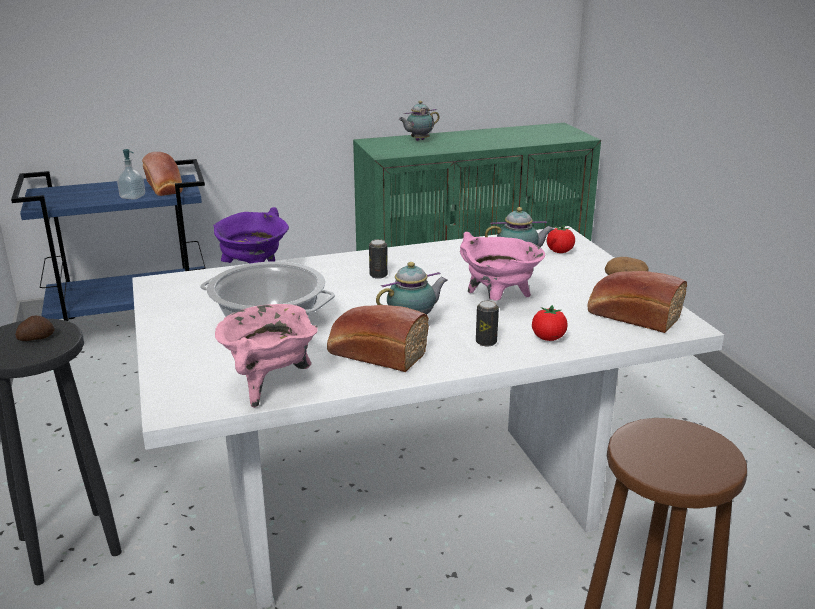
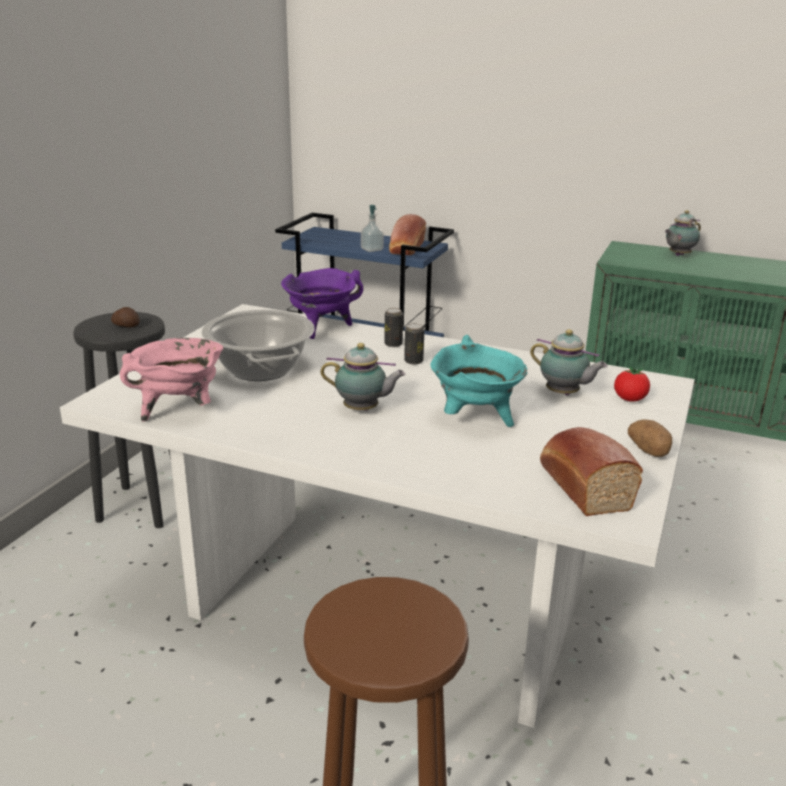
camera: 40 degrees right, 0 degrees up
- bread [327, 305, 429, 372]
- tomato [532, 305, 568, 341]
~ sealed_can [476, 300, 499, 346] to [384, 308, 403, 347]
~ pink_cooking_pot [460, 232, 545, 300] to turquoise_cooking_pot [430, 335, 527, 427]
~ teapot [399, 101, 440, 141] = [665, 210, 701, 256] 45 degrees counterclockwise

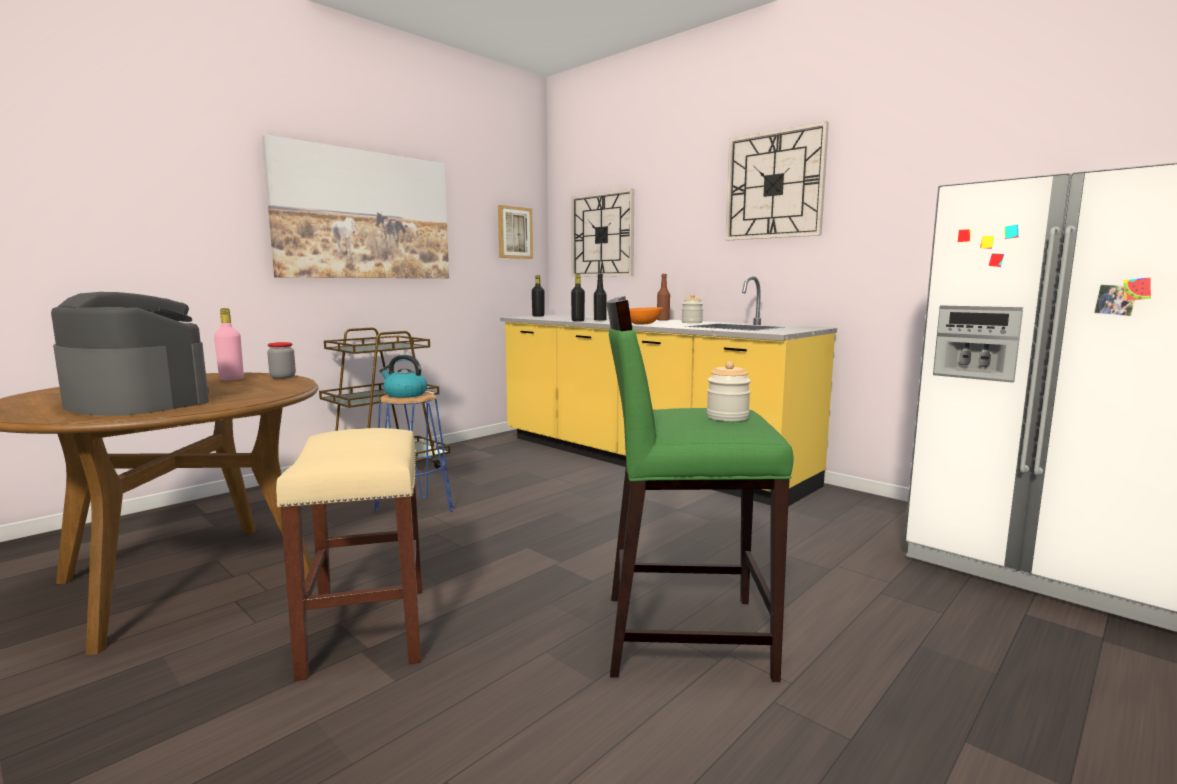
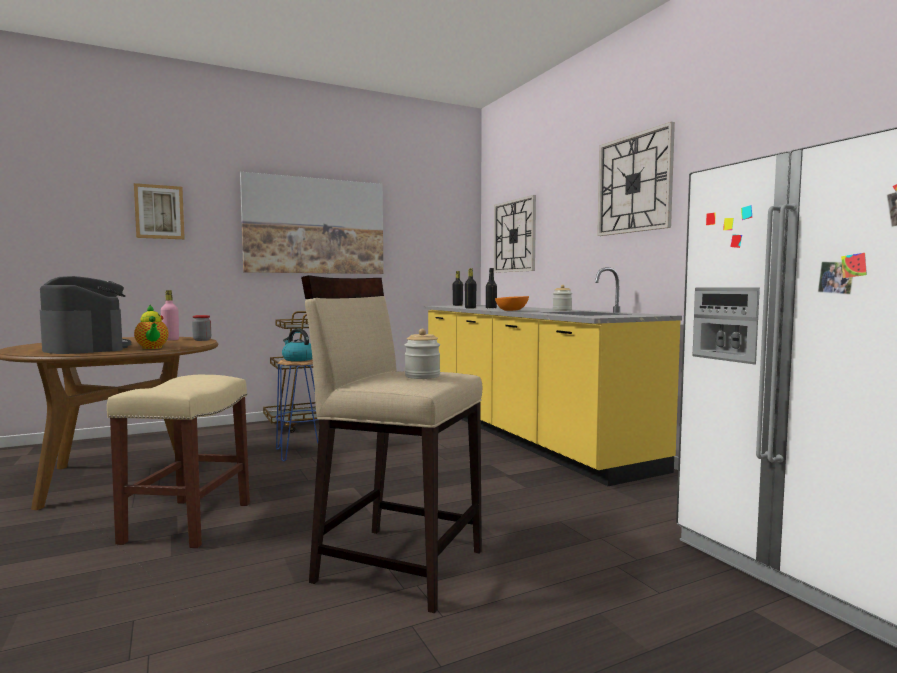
camera: 20 degrees right, 5 degrees down
- brown-coloured_drink_bottle [657, 274, 670, 320]
+ teapot [134, 305, 169, 349]
~ wall_art [498, 205, 533, 259] to [134, 183, 185, 239]
~ green_sitting_stool [606, 296, 794, 682] to sand-coloured_sitting_stool [301, 275, 482, 613]

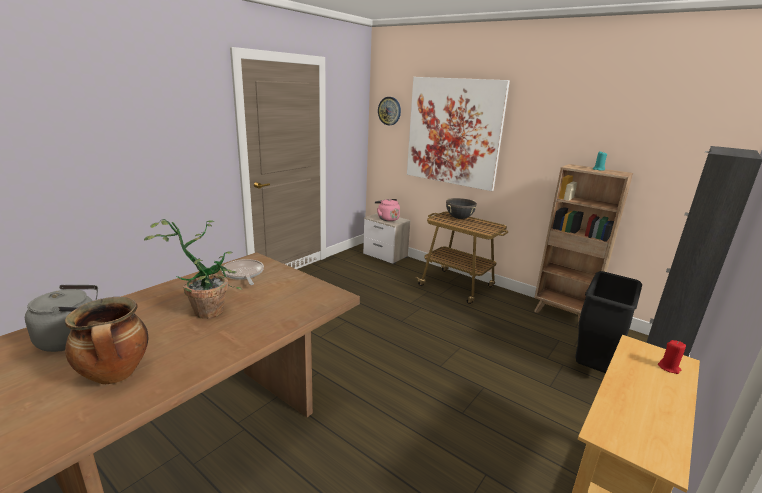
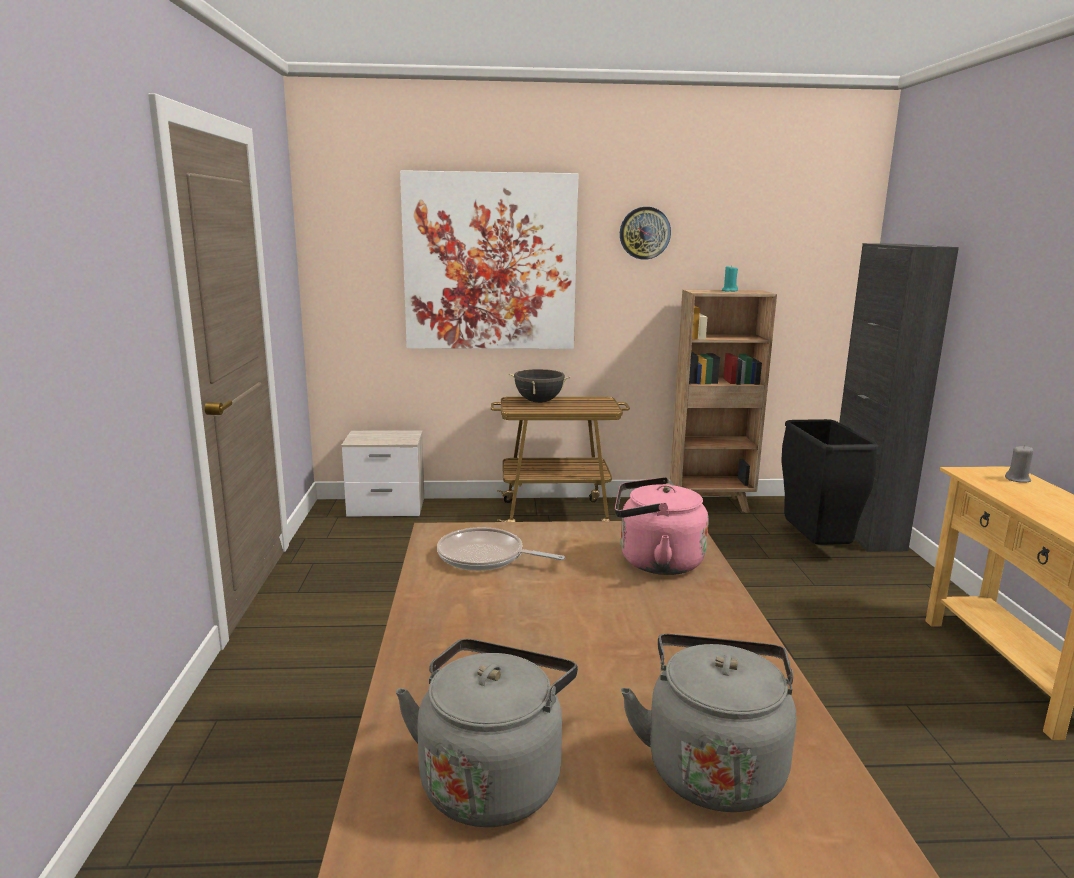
camera: 40 degrees left, 5 degrees down
- potted_plant [144, 219, 242, 319]
~ pink_water_kettle [375, 199, 400, 221] to [615, 477, 709, 575]
~ clock_on_the_wall [378, 97, 401, 125] to [620, 207, 671, 260]
~ cooking_pot [65, 297, 148, 384] to gray_water_kettle [621, 634, 796, 812]
~ reddish_wax_light [658, 340, 686, 374] to gray_wax_light [1005, 445, 1034, 483]

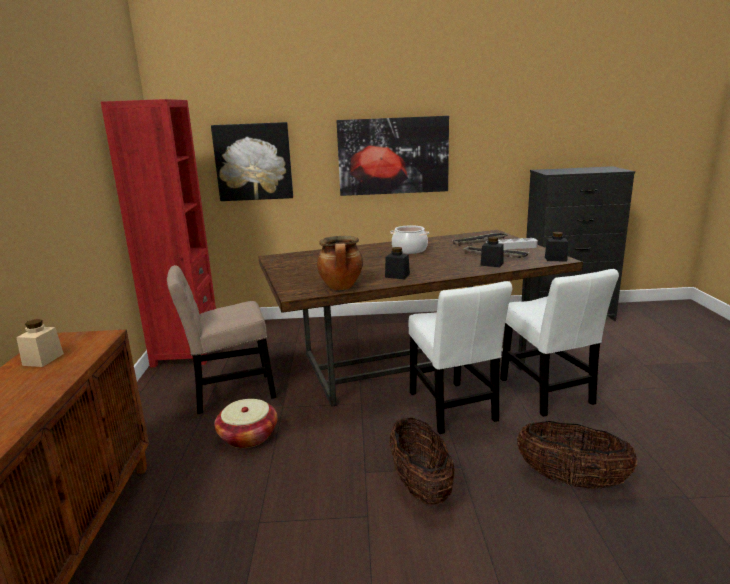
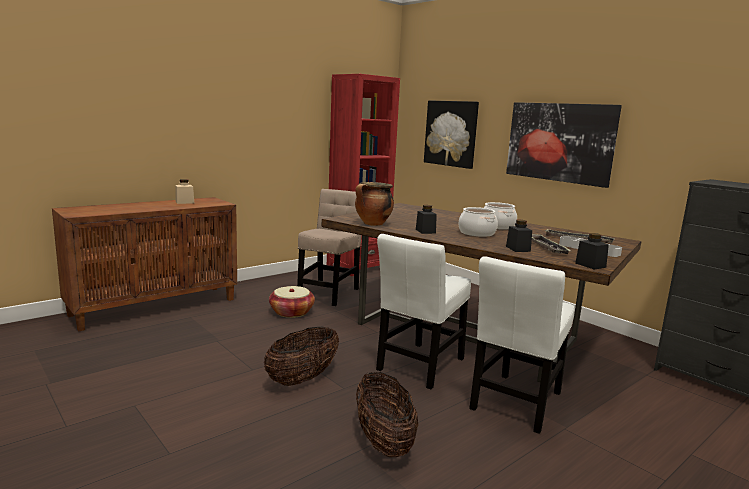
camera: 50 degrees right, 5 degrees down
+ cooking_pot [459, 207, 498, 237]
~ sand-coloured_plain_chair [167, 265, 276, 414] = [297, 189, 361, 306] 75 degrees clockwise

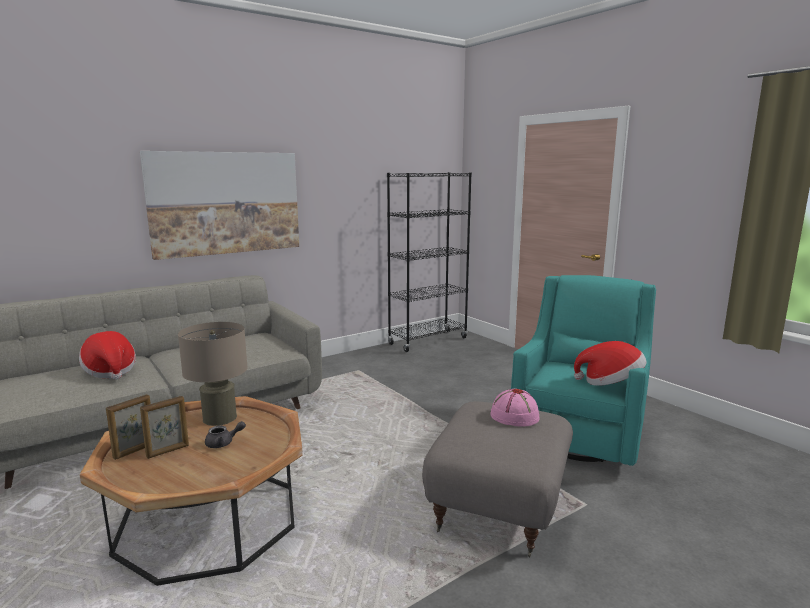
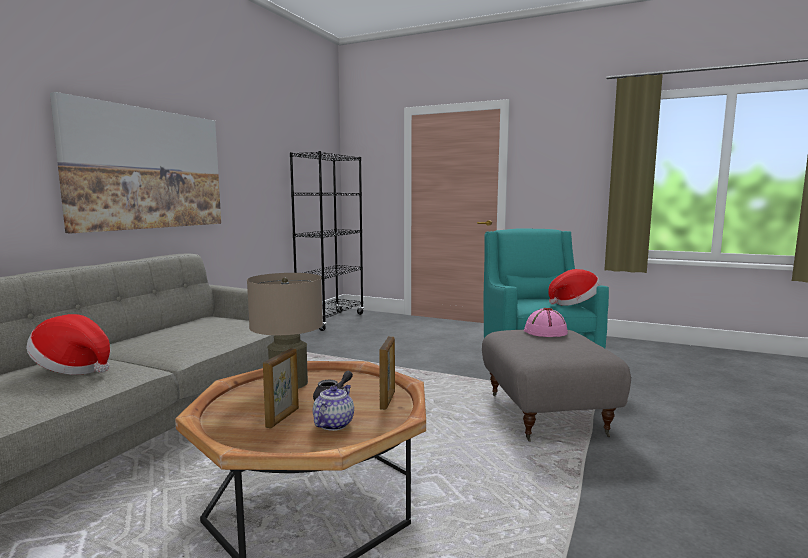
camera: 30 degrees left, 5 degrees down
+ teapot [313, 385, 354, 431]
~ picture_frame [106, 394, 151, 460] to [379, 336, 395, 410]

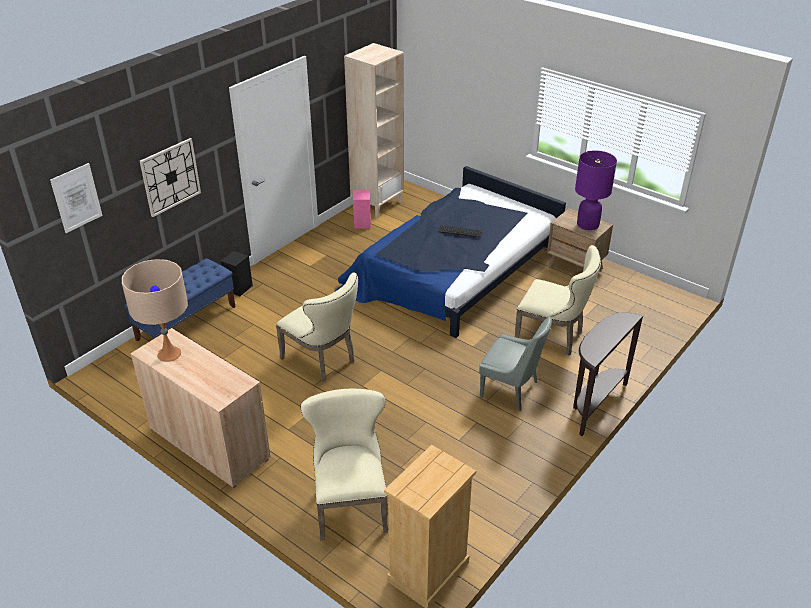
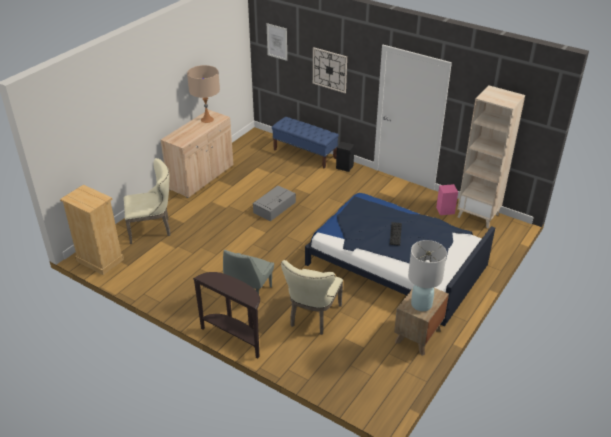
camera: 85 degrees right, 0 degrees up
~ sand-coloured_plain_chair [276, 273, 358, 382] to gray_storage_bin [252, 186, 296, 221]
~ purple-coloured_table_lamp [575, 150, 617, 230] to white_table_lamp [408, 240, 447, 311]

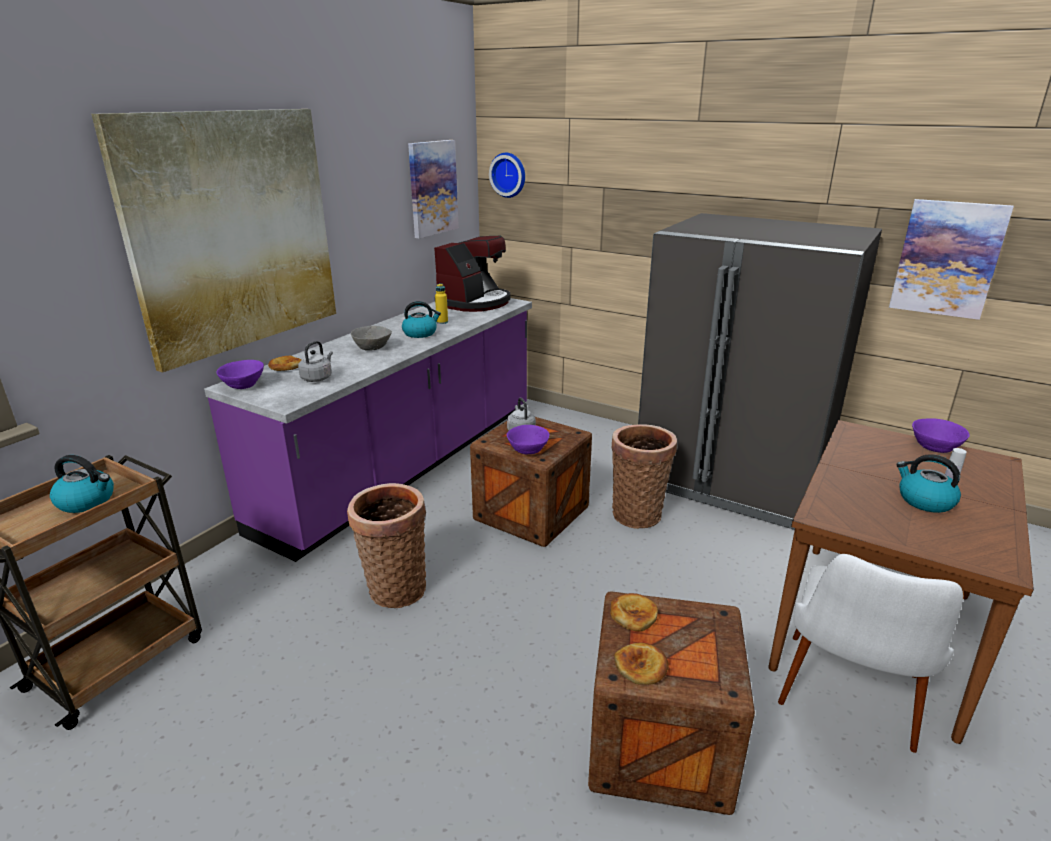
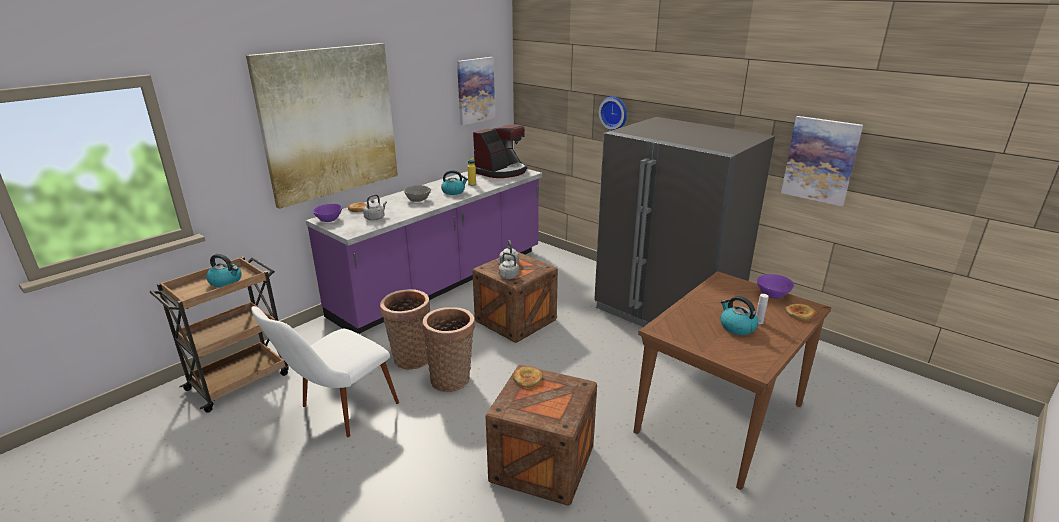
camera: 10 degrees right, 0 degrees up
~ clock_on_the_wall [489, 153, 525, 198] to [599, 96, 627, 130]
~ household_basket [612, 424, 677, 529] to [422, 307, 475, 392]
~ bread [614, 643, 669, 685] to [785, 304, 817, 321]
~ white_plain_chair [778, 554, 963, 753] to [251, 306, 399, 437]
~ purple-coloured_serving_bowl [507, 425, 549, 454] to gray_water_kettle [496, 252, 519, 279]

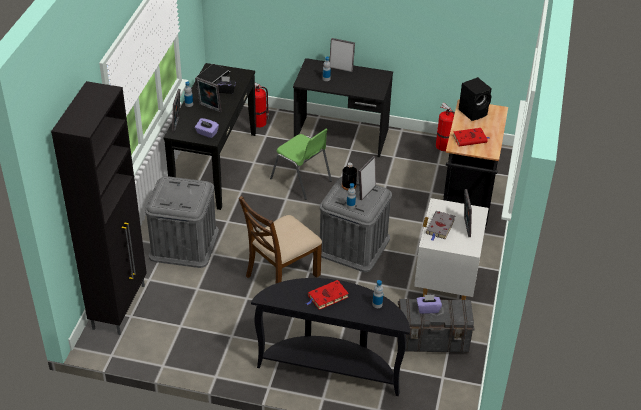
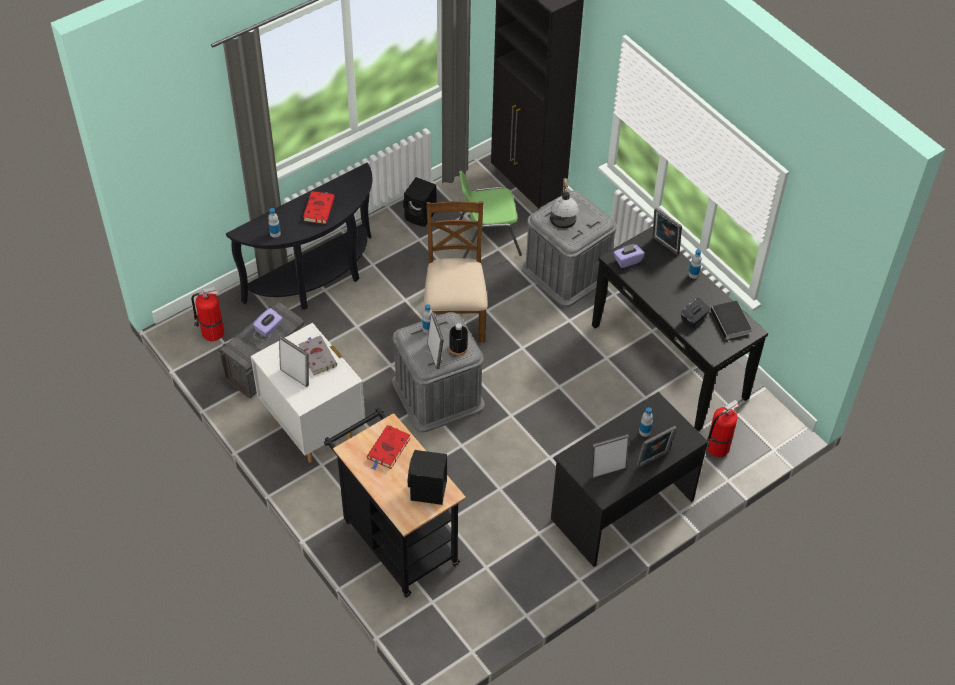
camera: 130 degrees right, 10 degrees up
+ blackish_loudspeaker [403, 177, 436, 227]
+ table_lamp [550, 178, 579, 229]
~ picture_frame [195, 77, 221, 112] to [591, 434, 629, 478]
~ green_plain_chair [270, 129, 332, 200] to [457, 171, 522, 258]
~ fire-fighting_cylinder [436, 103, 455, 151] to [191, 287, 224, 341]

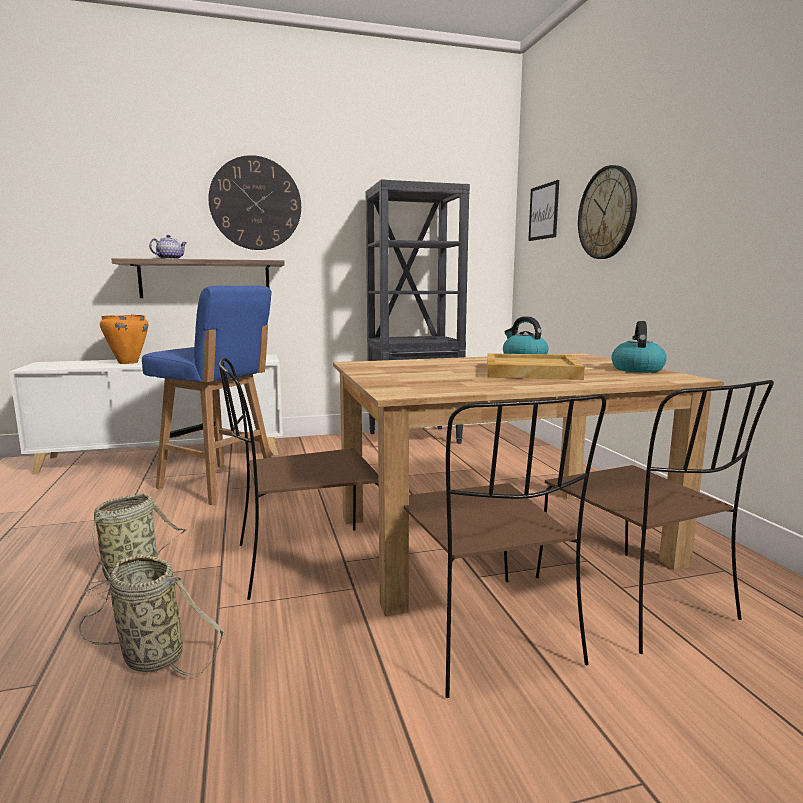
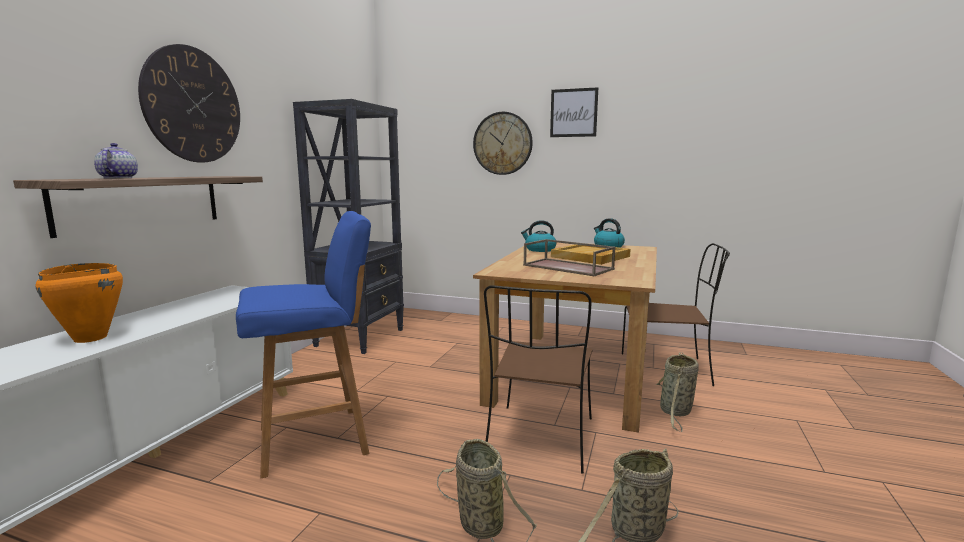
camera: 55 degrees left, 0 degrees up
+ brown-coloured_serving_tray [523, 239, 616, 276]
~ wall_art [528, 180, 559, 241] to [550, 87, 598, 137]
~ brown-coloured_plain_chair [404, 394, 606, 698] to household_basket [655, 352, 699, 432]

